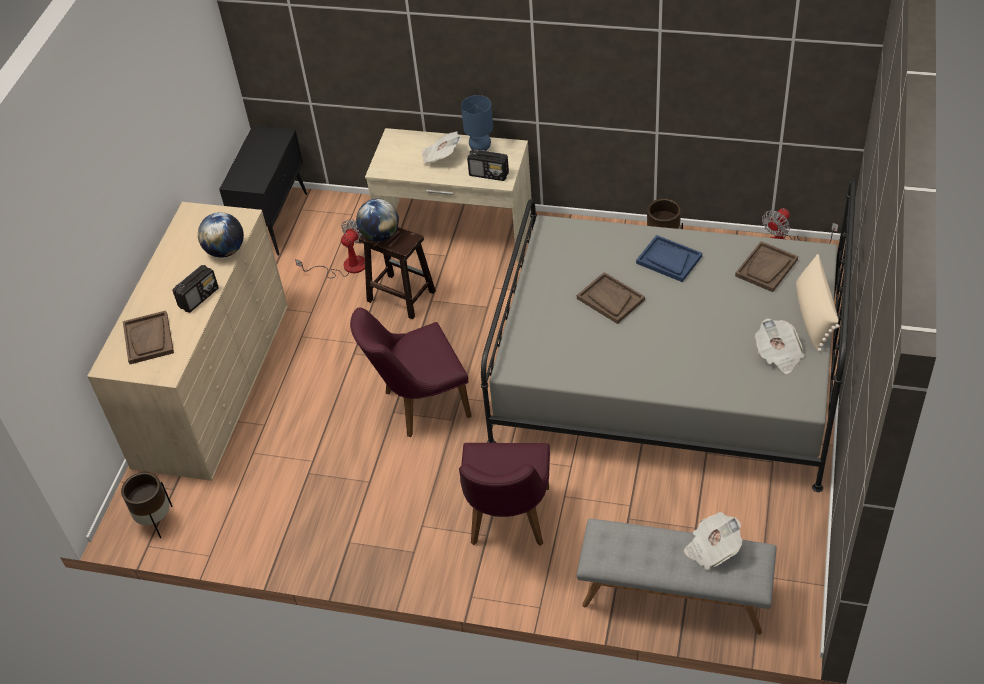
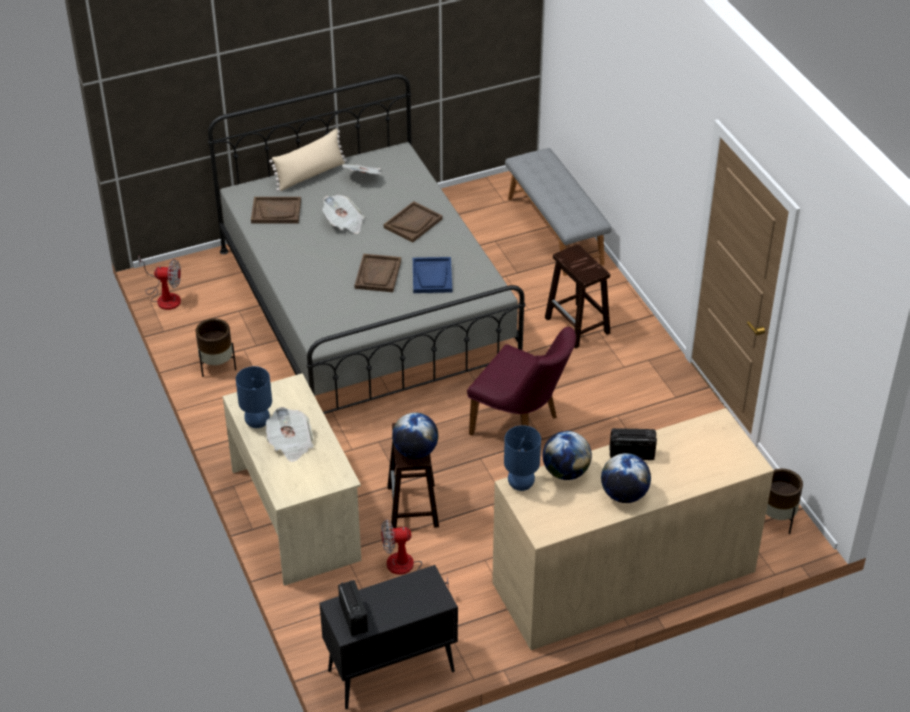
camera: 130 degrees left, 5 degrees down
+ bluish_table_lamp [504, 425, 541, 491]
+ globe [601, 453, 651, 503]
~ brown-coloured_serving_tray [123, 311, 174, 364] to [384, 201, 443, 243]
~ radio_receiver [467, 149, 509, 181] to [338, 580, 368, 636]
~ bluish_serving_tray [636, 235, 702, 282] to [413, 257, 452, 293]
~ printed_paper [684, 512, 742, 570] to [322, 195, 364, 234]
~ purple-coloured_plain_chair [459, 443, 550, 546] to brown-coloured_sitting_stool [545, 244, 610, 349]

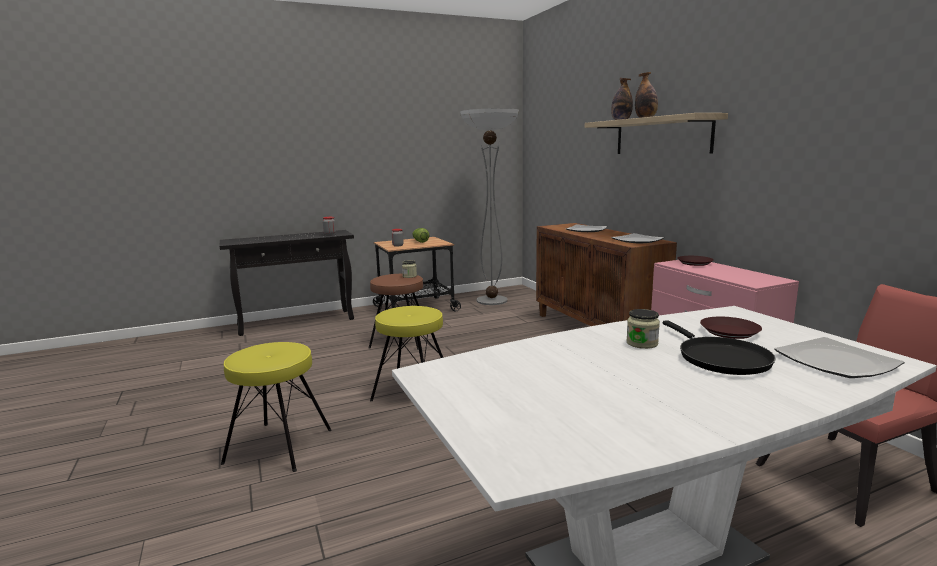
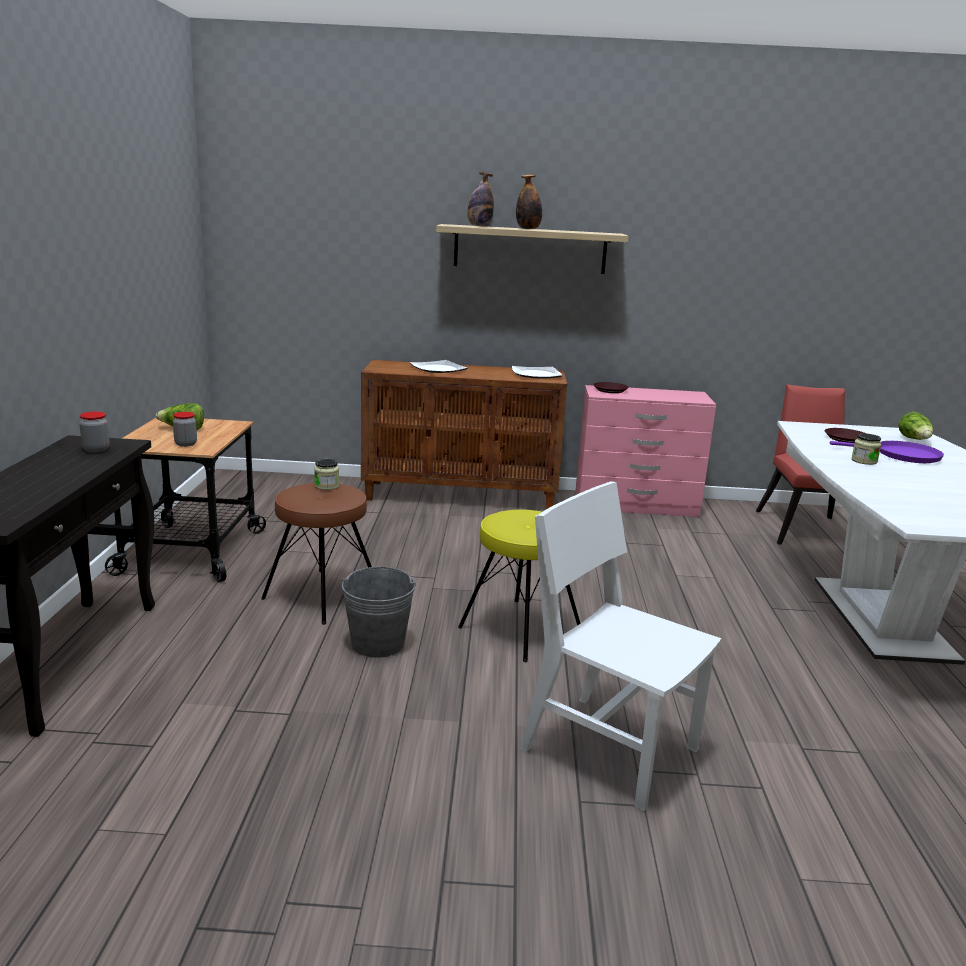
camera: 65 degrees left, 5 degrees up
- floor_lamp [460, 108, 519, 305]
+ gray_bucket [341, 566, 416, 658]
~ yellowish_sitting_stool [221, 342, 332, 472] to white_plain_chair [520, 481, 722, 811]
~ flat_dish [774, 337, 904, 378] to head_of_lettuce [898, 412, 934, 440]
~ blackish_skillet [663, 320, 776, 375] to purple-coloured_skillet [830, 441, 944, 463]

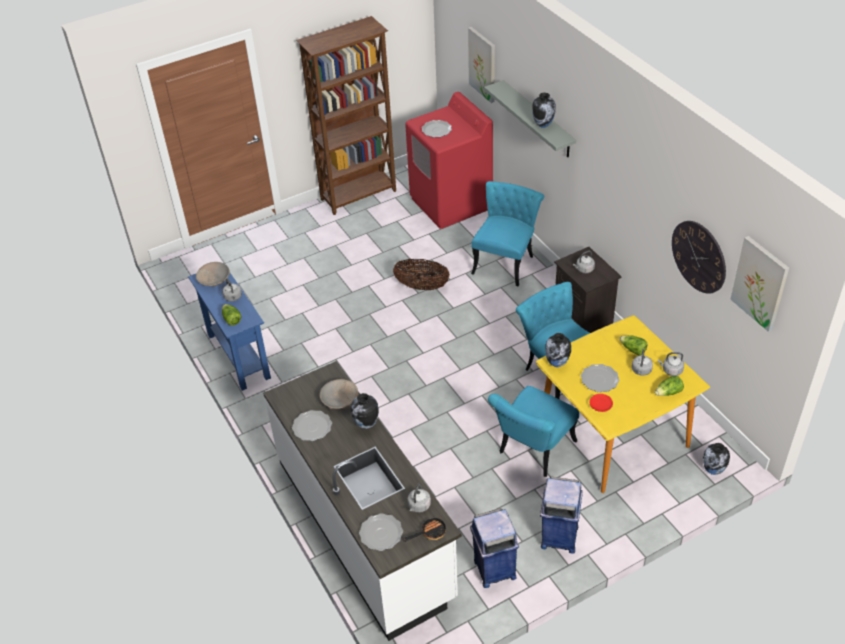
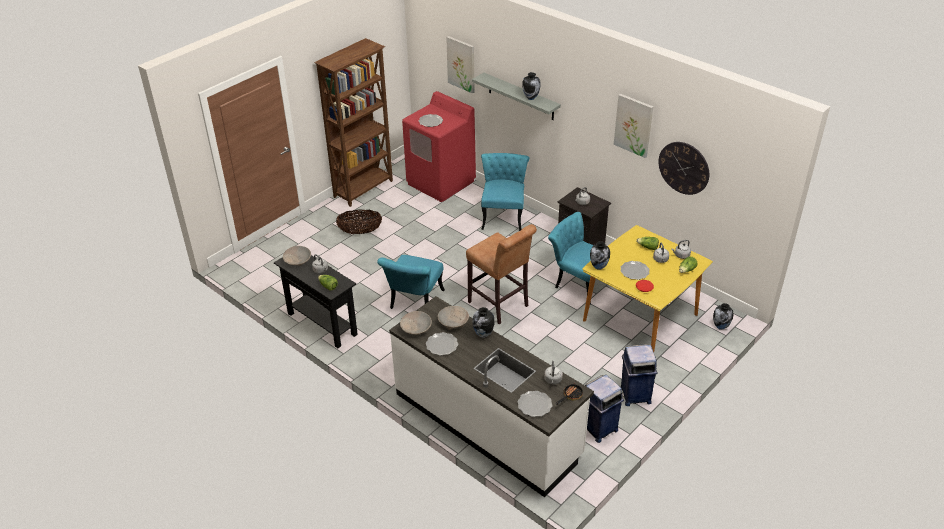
camera: 20 degrees left, 5 degrees down
+ sand-coloured_serving_bowl [400, 311, 432, 335]
+ brown-coloured_sitting_stool [466, 224, 537, 325]
~ household_basket [393, 259, 450, 290] to [336, 209, 382, 234]
~ turquoise_plain_chair [488, 386, 579, 477] to [377, 255, 445, 309]
~ wall_art [730, 236, 789, 332] to [614, 94, 653, 158]
~ bluish_hall_table [188, 273, 271, 391] to blackish_hall_table [274, 255, 358, 348]

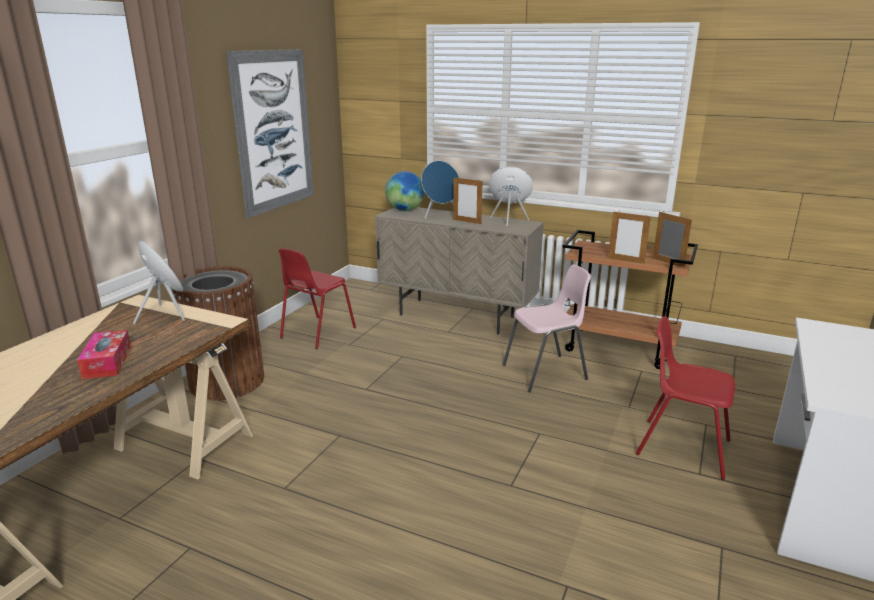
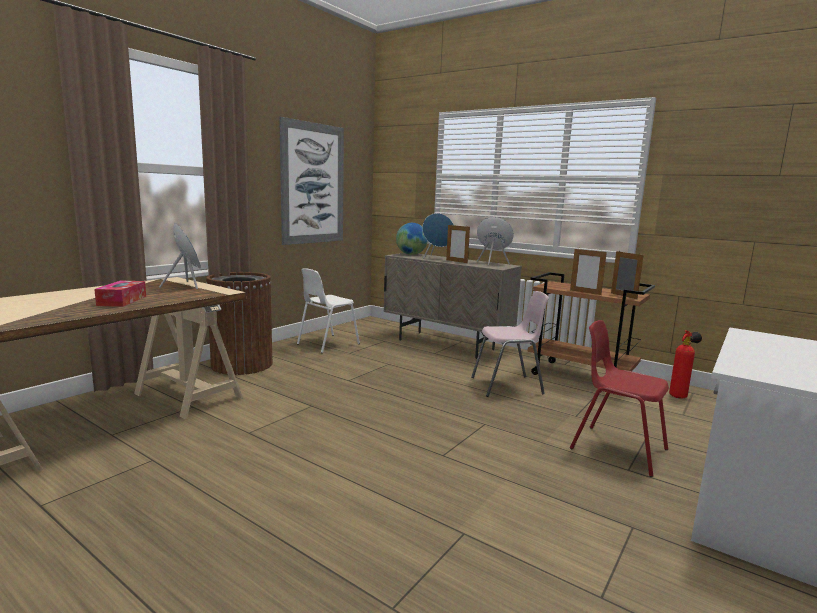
camera: 10 degrees right, 10 degrees down
+ fire-fighting_cylinder [669, 330, 702, 399]
~ reddish_plain_chair [279, 248, 356, 349] to white_plain_chair [297, 268, 360, 353]

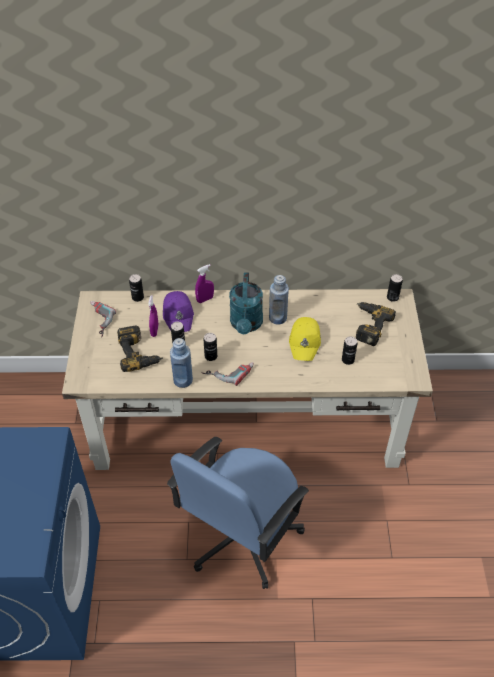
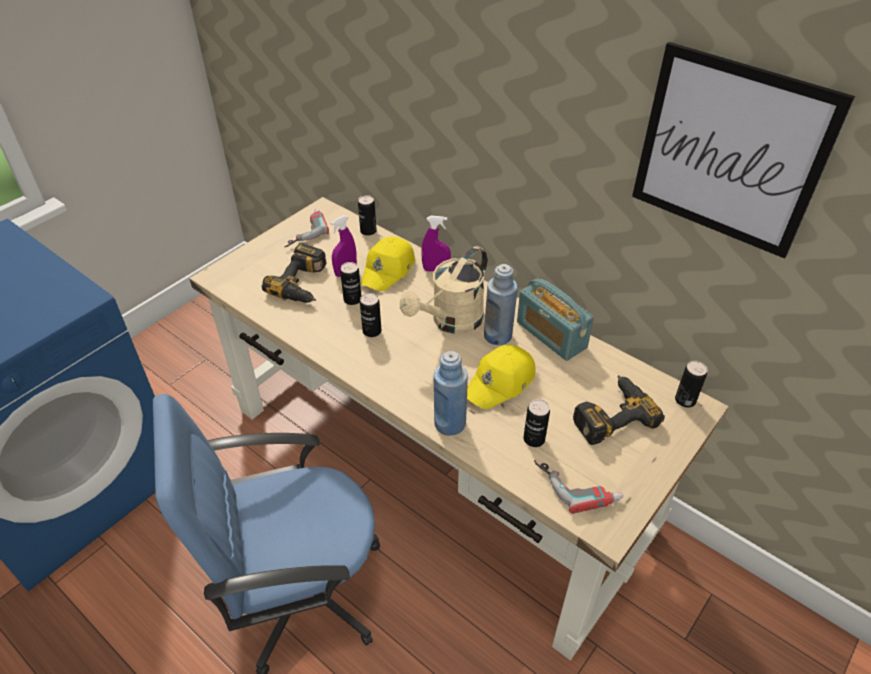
camera: 40 degrees right, 5 degrees down
+ radio_receiver [517, 279, 594, 361]
+ wall_art [632, 42, 855, 259]
~ bluish_drink_bottle [170, 338, 193, 388] to [434, 351, 468, 436]
~ power_drill [201, 362, 254, 386] to [534, 460, 624, 514]
~ purple-coloured_peaked_cap [163, 291, 194, 332] to yellowish_peaked_cap [361, 237, 415, 291]
~ turquoise_watering_can [229, 272, 263, 334] to sand-coloured_watering_can [400, 246, 488, 334]

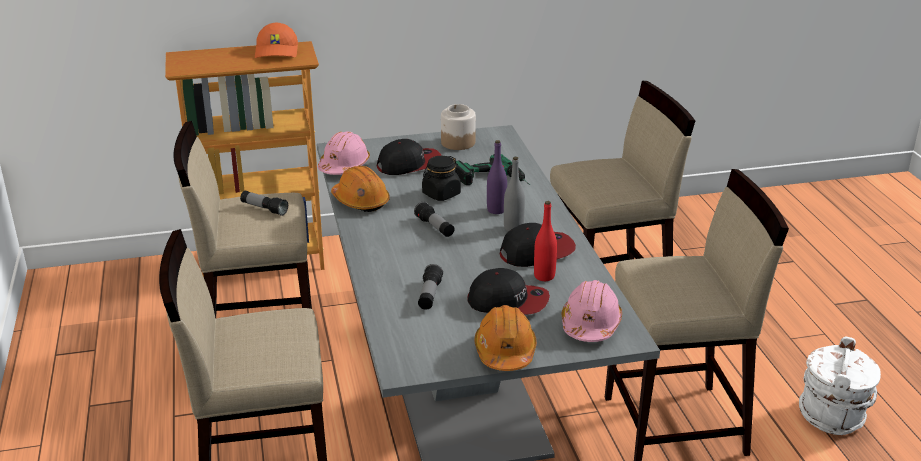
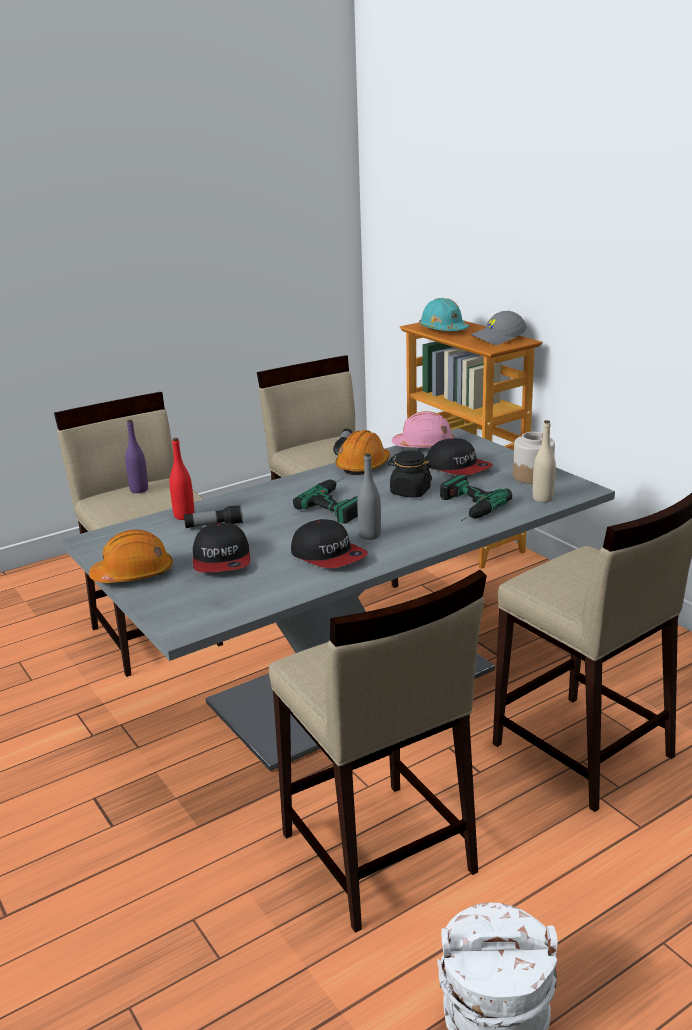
camera: 70 degrees right, 5 degrees down
- pink_safety_helmet [562, 280, 622, 342]
+ turquoise_safety_helmet [419, 298, 469, 331]
+ sand-coloured_drink_bottle [533, 420, 556, 502]
~ purple-coloured_drink_bottle [487, 140, 507, 214] to [125, 420, 148, 493]
~ reddish_drink_bottle [534, 201, 557, 281] to [169, 438, 194, 520]
~ hand_torch [414, 202, 454, 237] to power_drill [293, 478, 358, 524]
~ orangey_peaked_cap [255, 23, 298, 58] to gray_peaked_cap [471, 311, 527, 345]

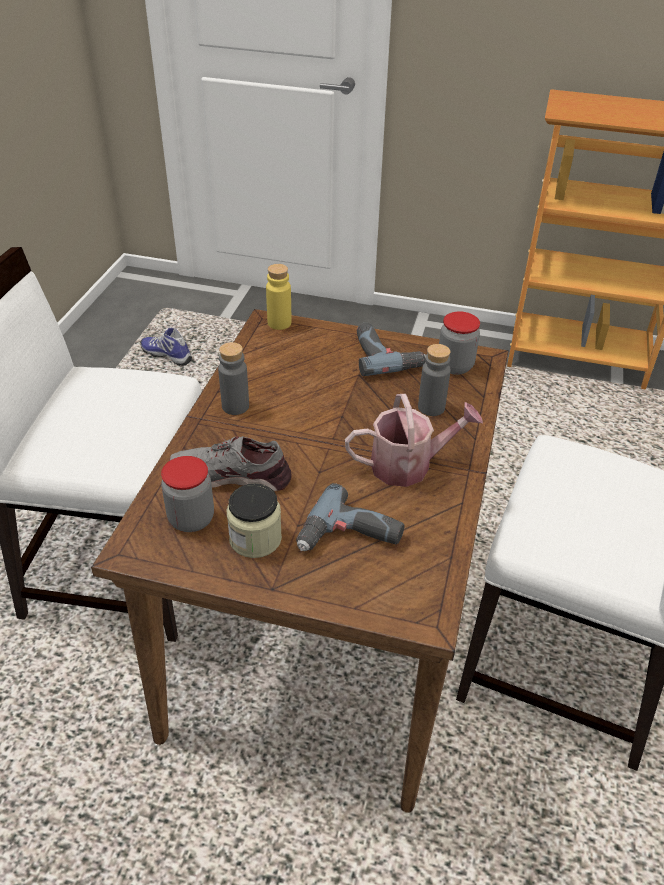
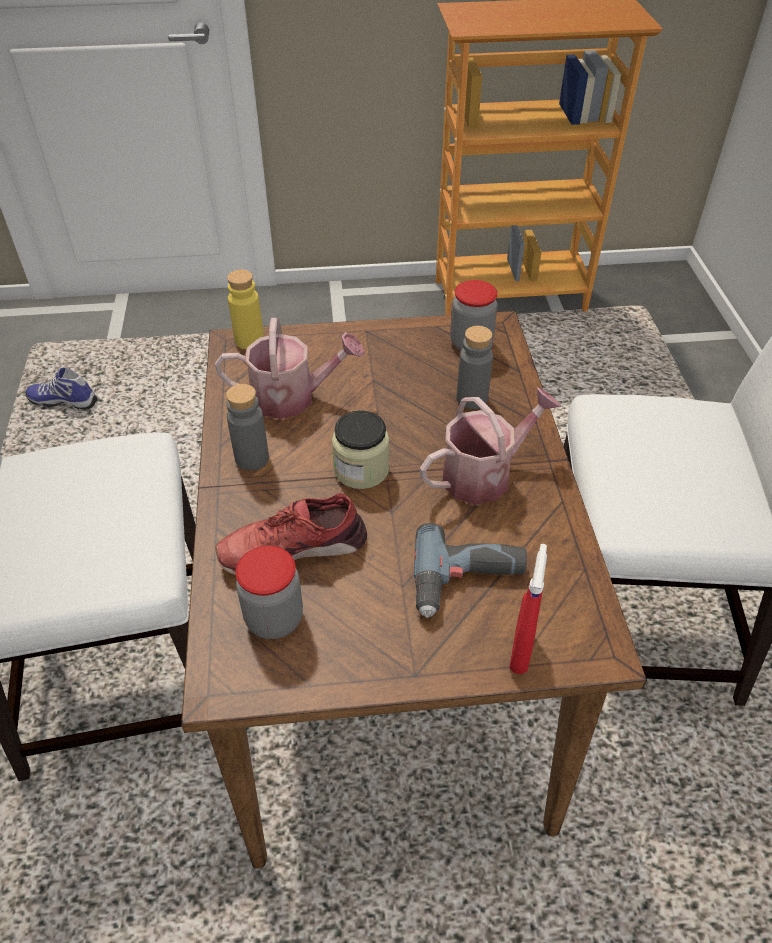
camera: 20 degrees left, 5 degrees up
- power_drill [357, 323, 426, 376]
+ watering_can [215, 318, 365, 419]
+ reddish_sprayer [510, 544, 547, 674]
~ jar [227, 483, 282, 558] to [332, 410, 389, 489]
~ gray_shoe [169, 436, 292, 491] to reddish_shoe [215, 493, 367, 575]

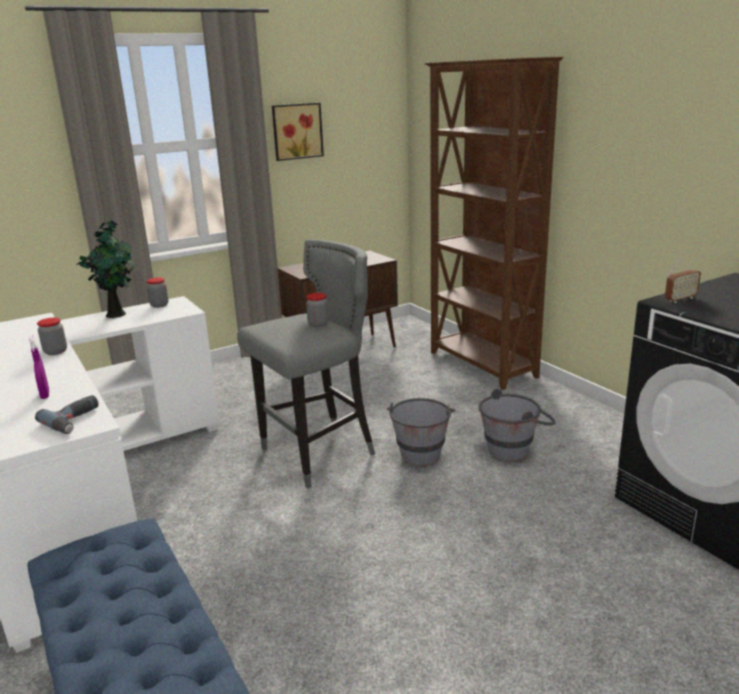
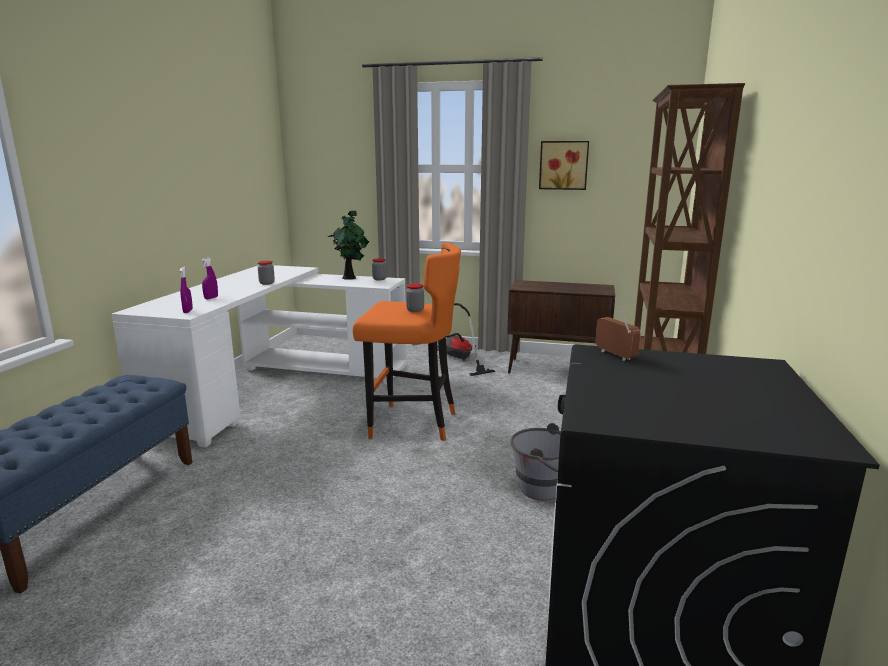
camera: 45 degrees right, 5 degrees down
- gray_bucket [387, 398, 455, 466]
+ hoover [446, 303, 495, 376]
~ power_drill [35, 395, 99, 434] to purple-coloured_sprayer [180, 267, 193, 313]
~ gray_sitting_stool [237, 239, 375, 488] to orangey_sitting_stool [353, 243, 461, 441]
~ radio_receiver [665, 251, 701, 303] = [596, 297, 641, 361] 135 degrees counterclockwise

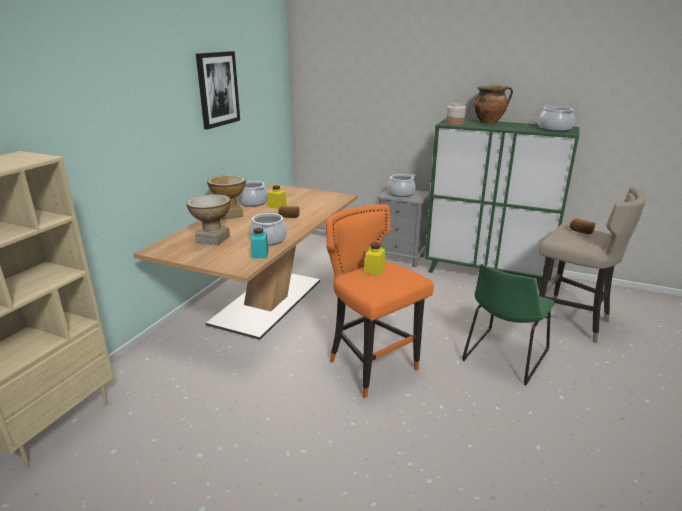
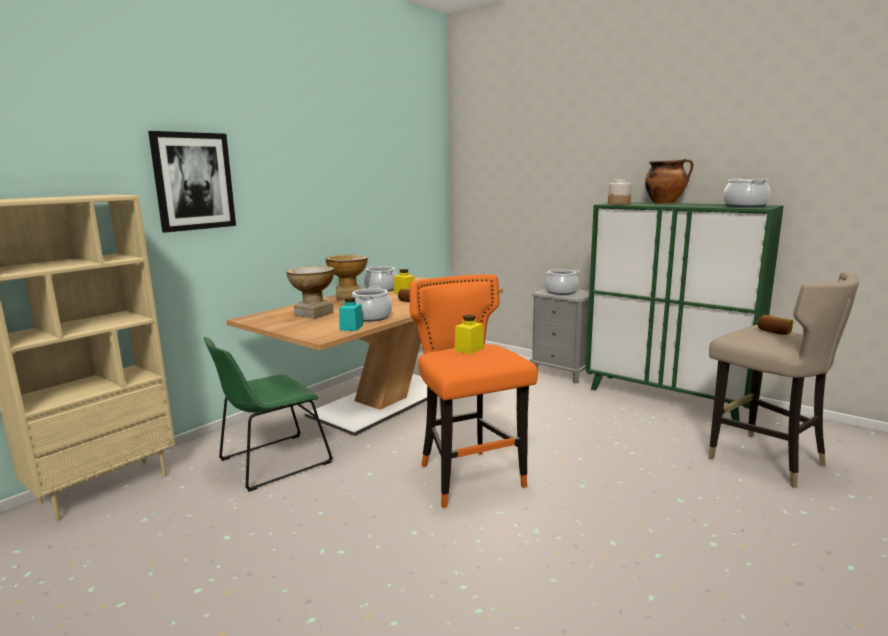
camera: 15 degrees right, 10 degrees down
~ wall_art [196, 51, 240, 129] to [148, 131, 236, 233]
~ green_plain_chair [462, 264, 555, 385] to [204, 337, 333, 492]

